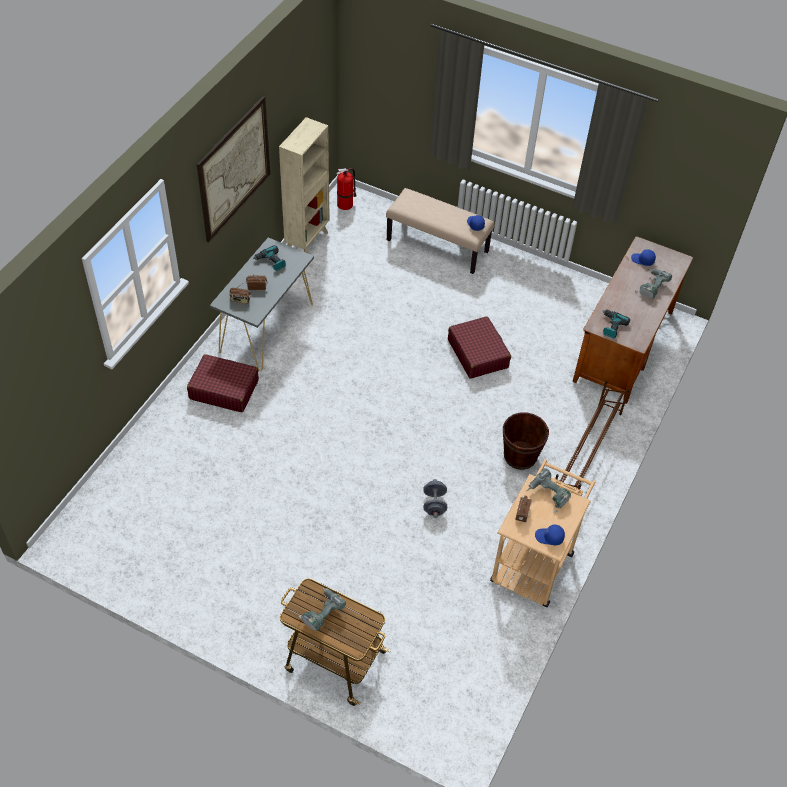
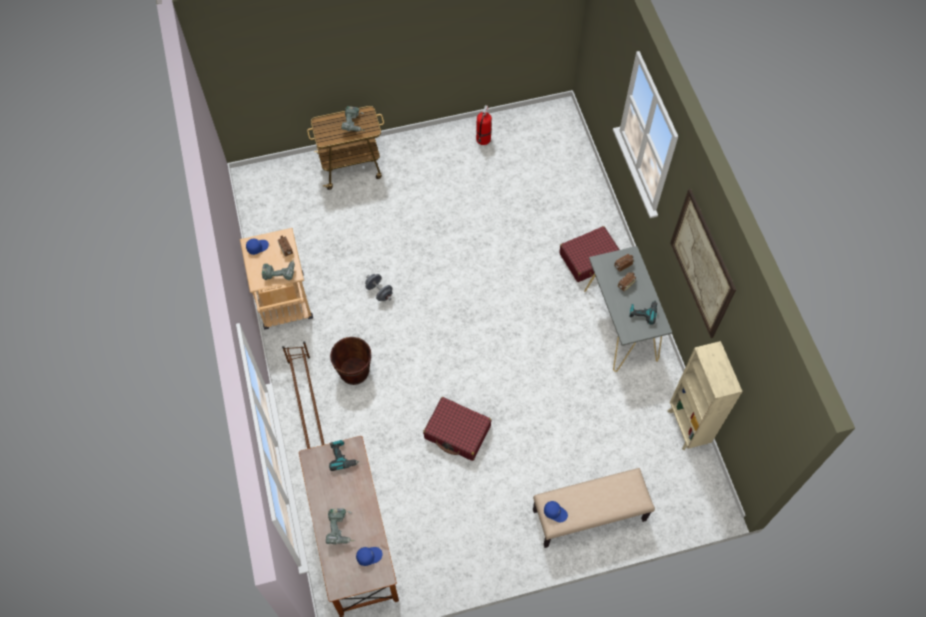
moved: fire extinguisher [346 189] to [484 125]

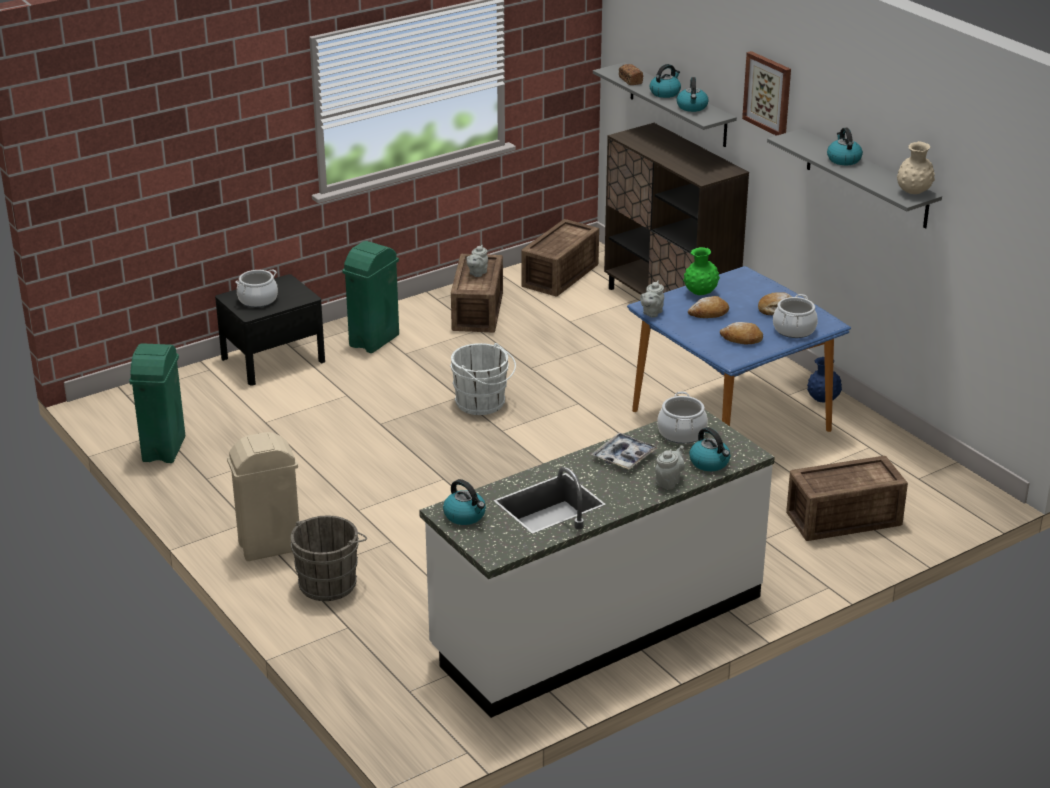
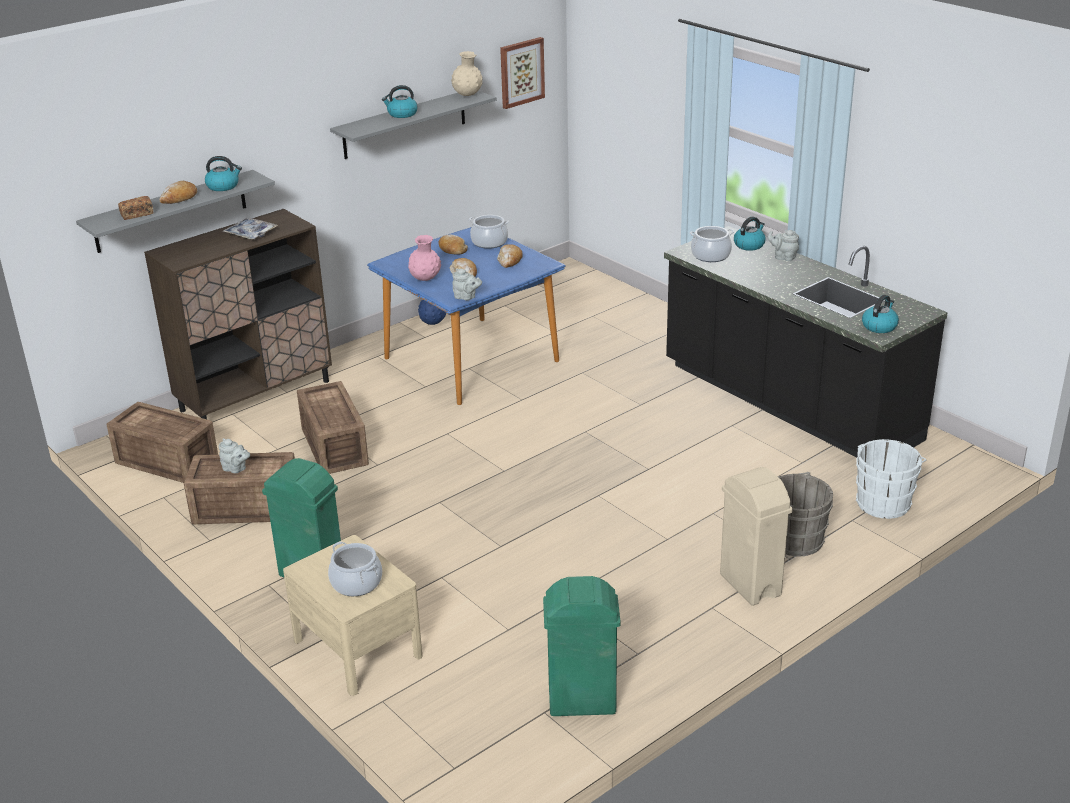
moved: picture [766 93] to [522 73]; bucket (white) [483 379] to [891 479]; tray [624 451] to [251 228]; crate [847 498] to [333 427]
replaced: kettle [665 81] to bread [178 192]
recoloured: vase (green) [701 271] to vase (pink) [424 258]; nightstand (black) [270 330] to nightstand (beige) [352 615]; counter (white) [597 564] to counter (black) [806 341]

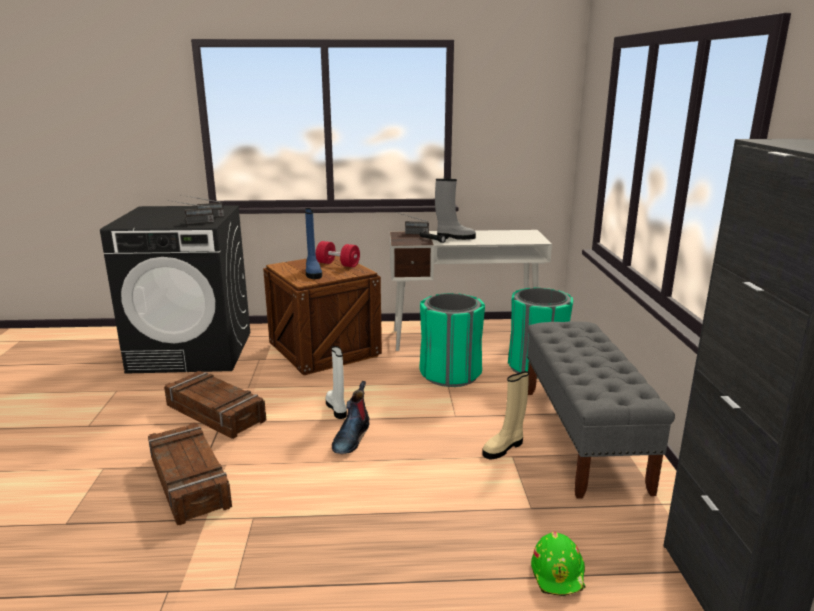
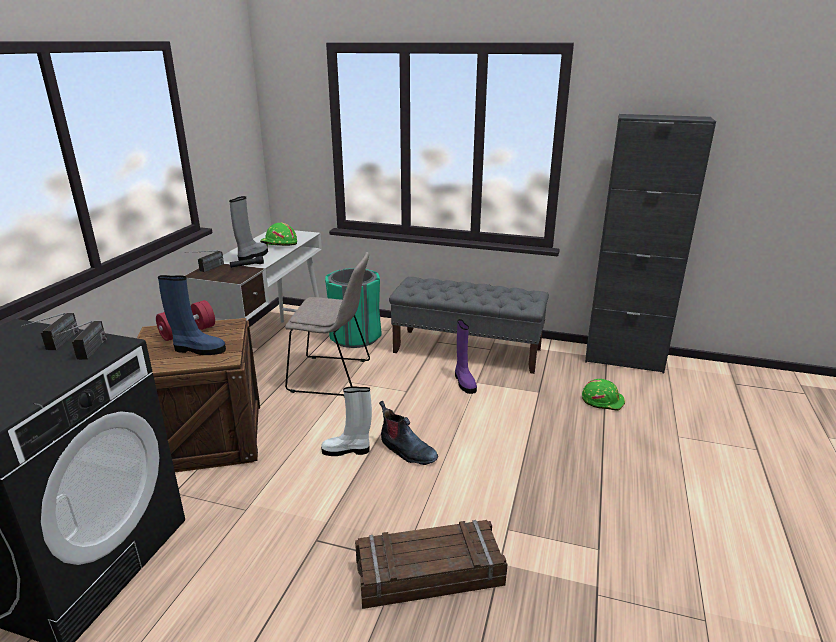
removed: crate [215 405]
added: hard hat (green) [278 234]
replaced: trash can (green) [452 340] to chair (beige) [327 324]
recoloured: boot (beige) [505 415] to boot (purple) [466 356]

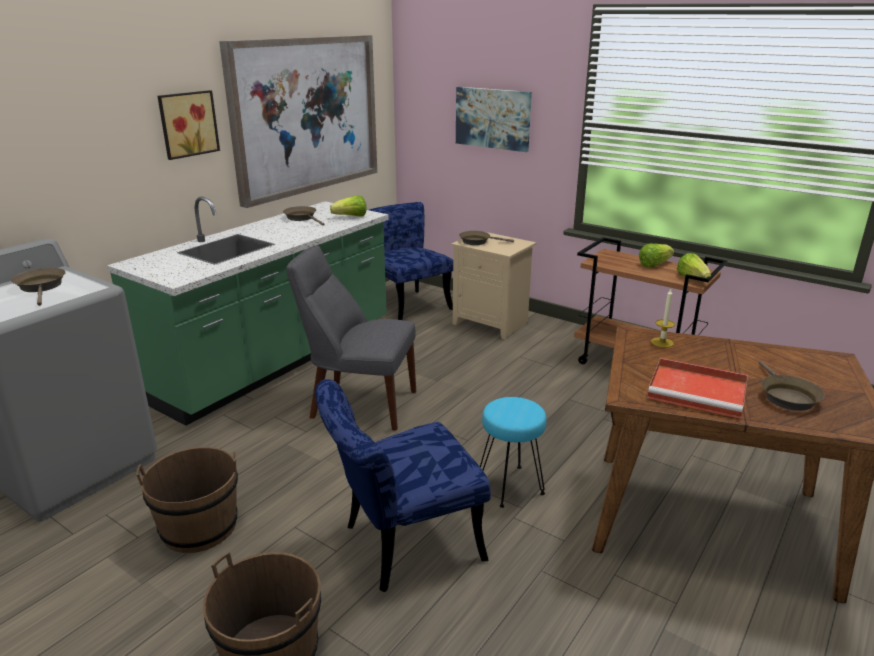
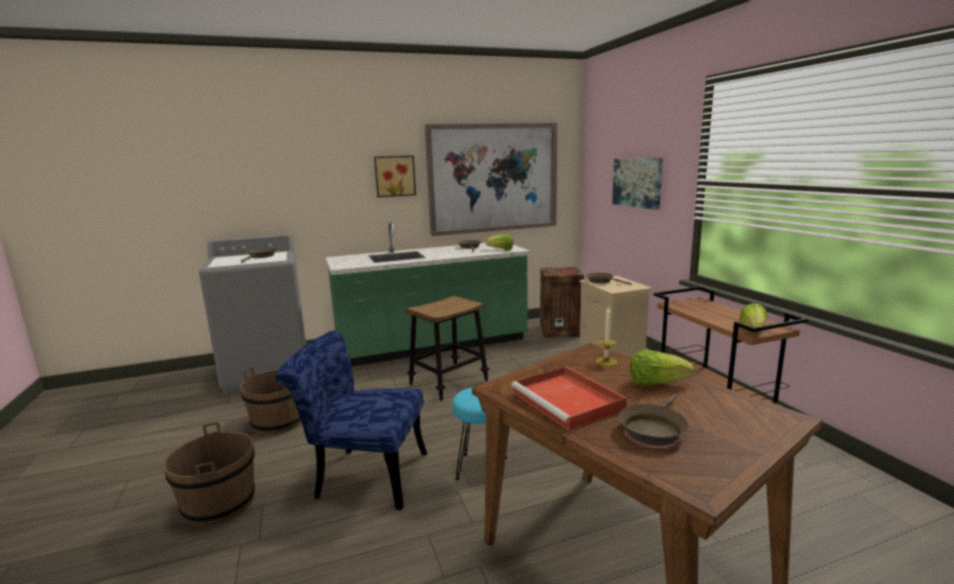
moved: lettuce [656 255] to [662 368]
replaced: chair (blue) [411 261] to crate [562 302]; chair (grey) [351 338] to stool [447 348]

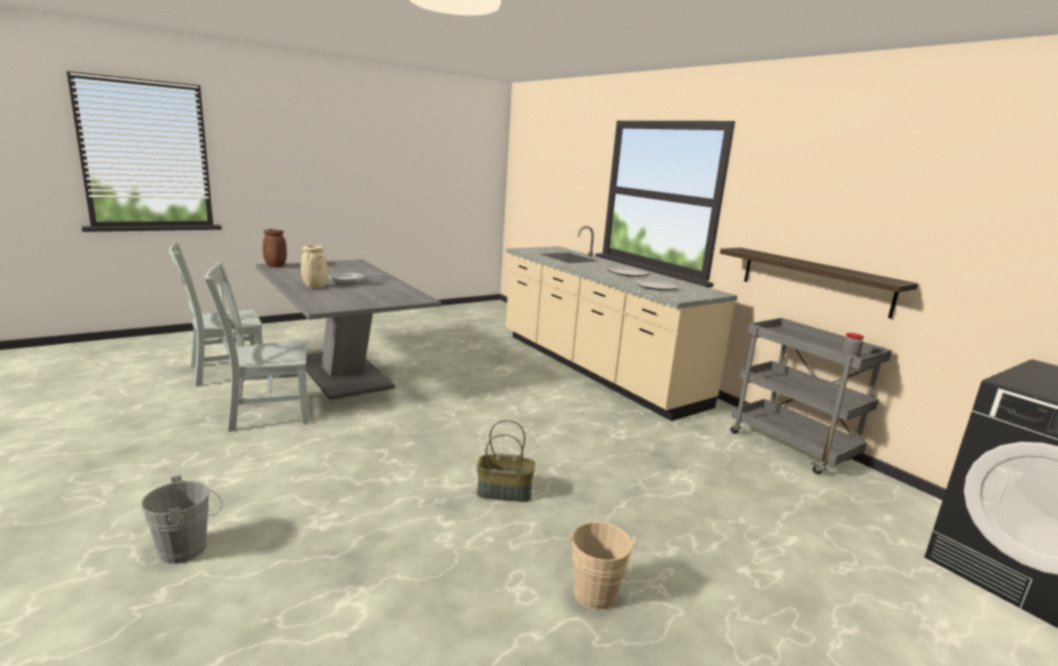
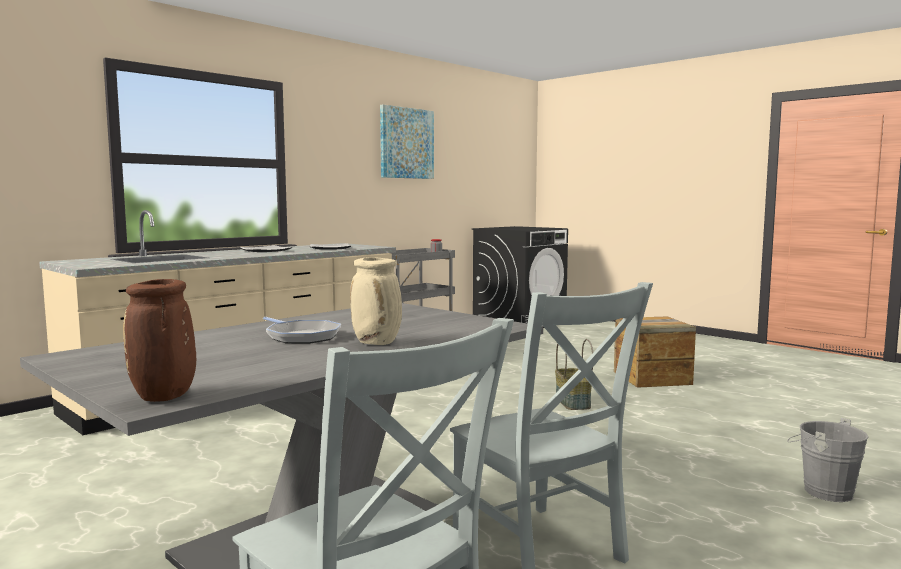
removed: shelf [819 283]
added: picture [407 142]
replaced: bucket (beige) [602 566] to crate [655 352]

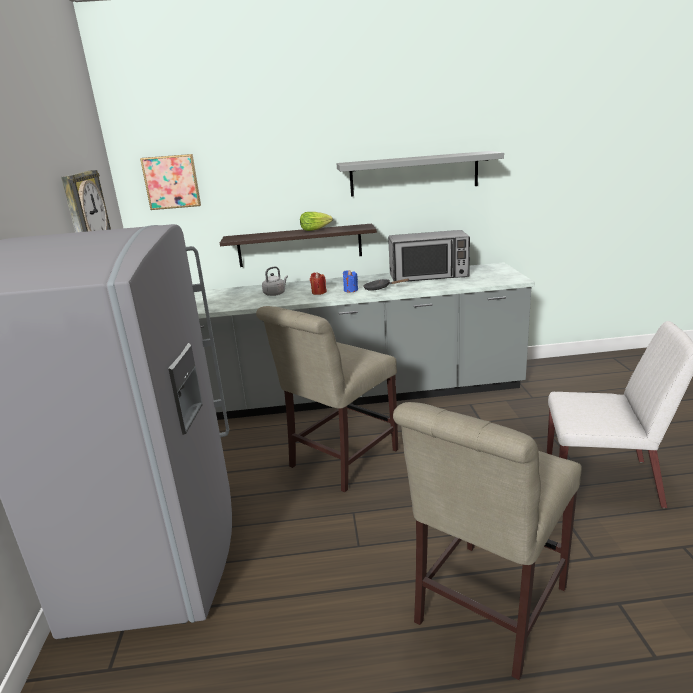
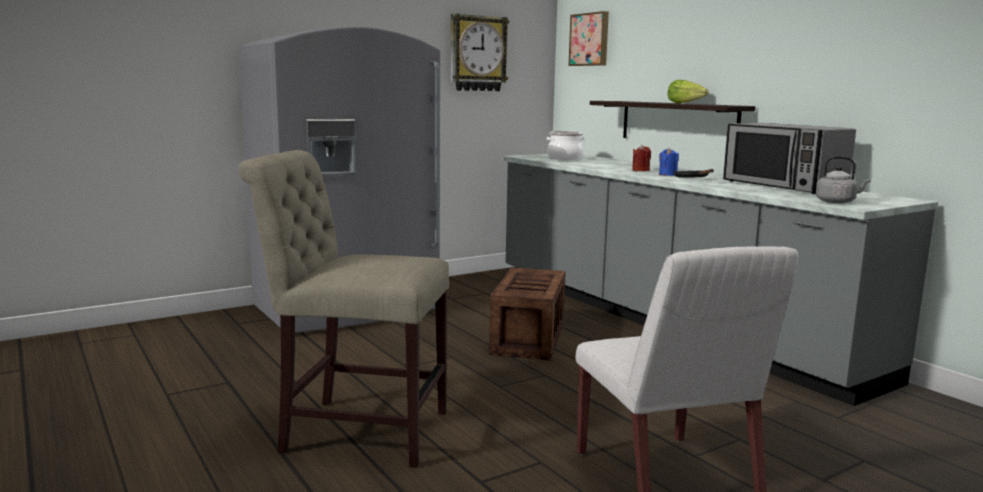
removed: shelf (grey) [420 174]
added: cooking pot [565 145]
moved: kettle (grey) [275 281] to [843 179]
replaced: chair (beige) [327 399] to crate [527 314]

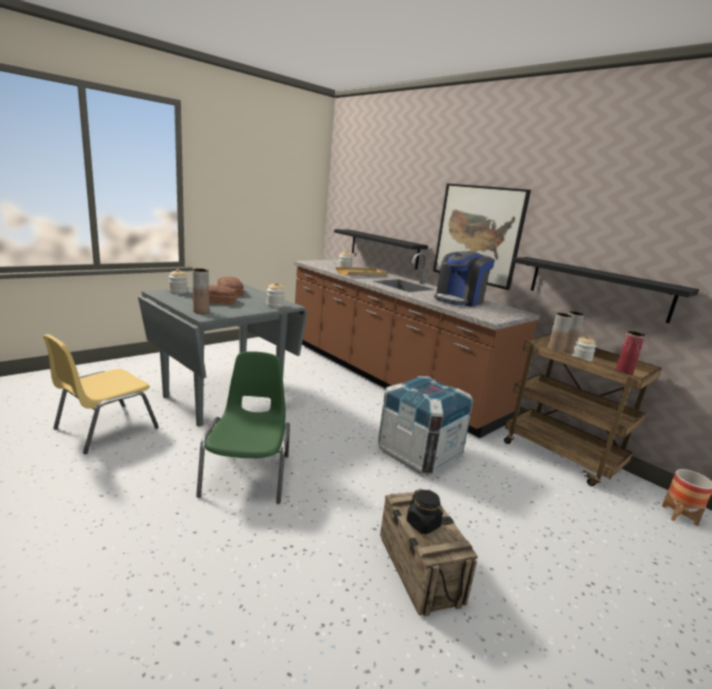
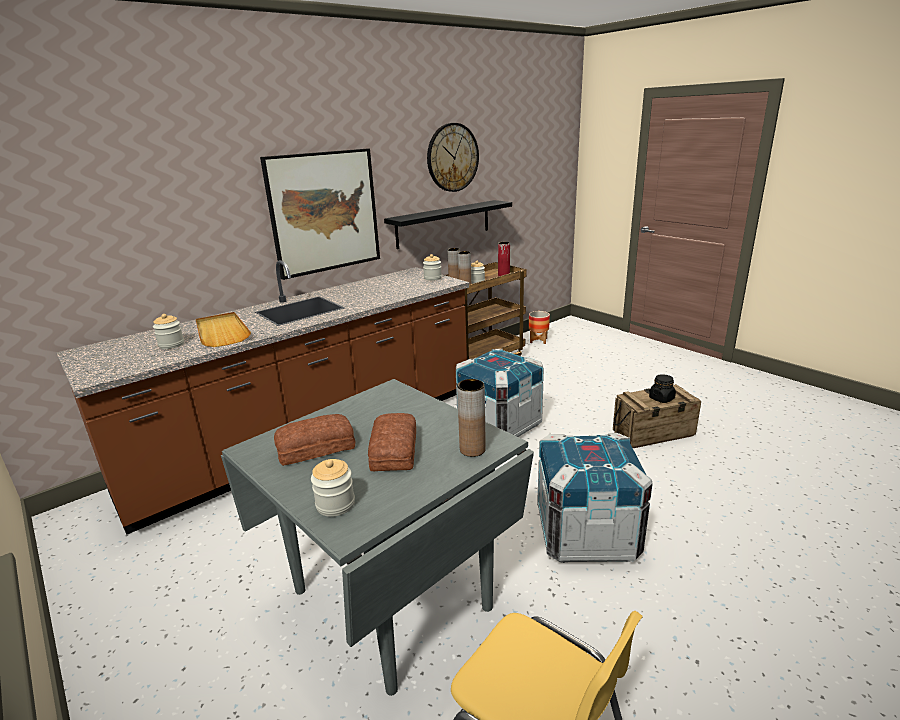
removed: shelf (black) [381 249]; coffee machine [464 279]
added: wall clock [453 157]
moved: jar [275 295] to [432 267]
replaced: chair (green) [243 427] to crate [595 498]

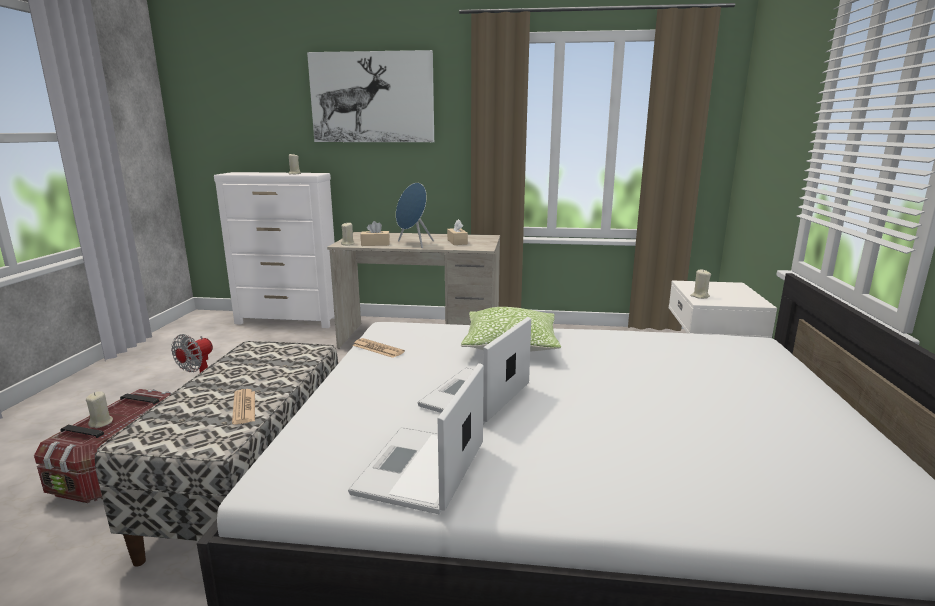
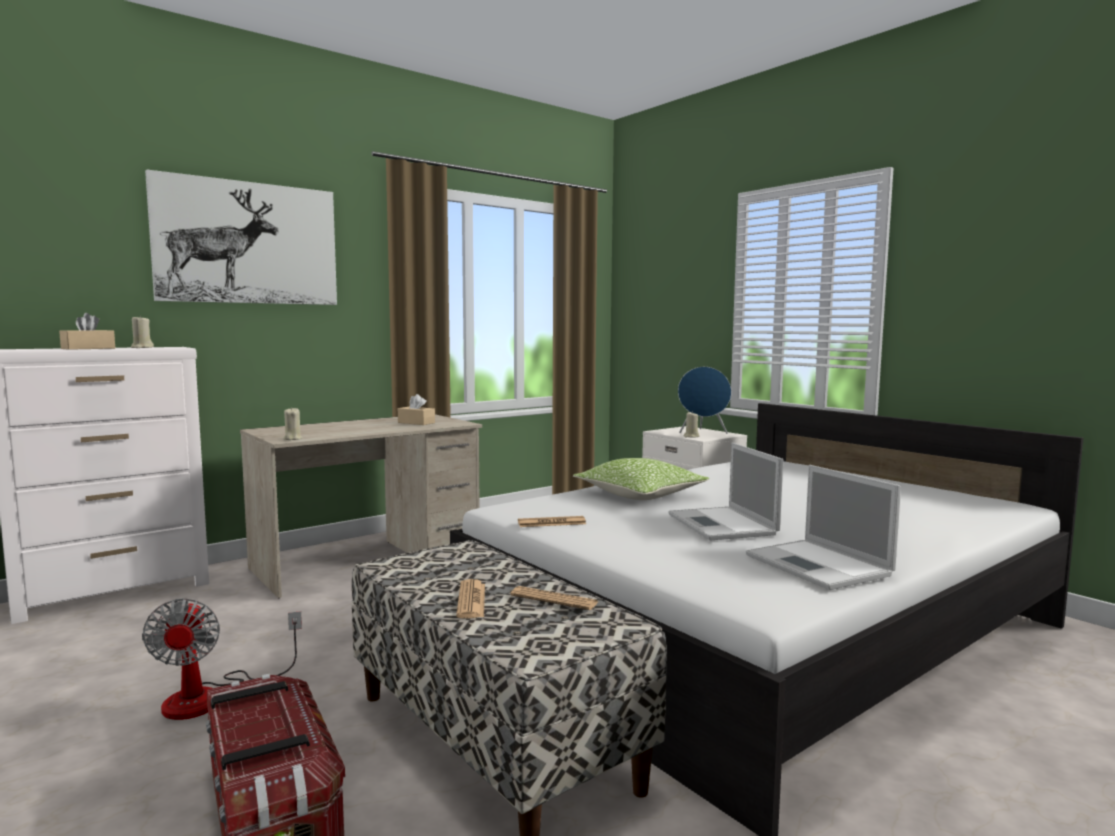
removed: candle (beige) [99 409]
added: newspaper [470 598]
moved: speaker (blue) [415 215] to [704 400]; tissue box (beige) [375 233] to [87 331]

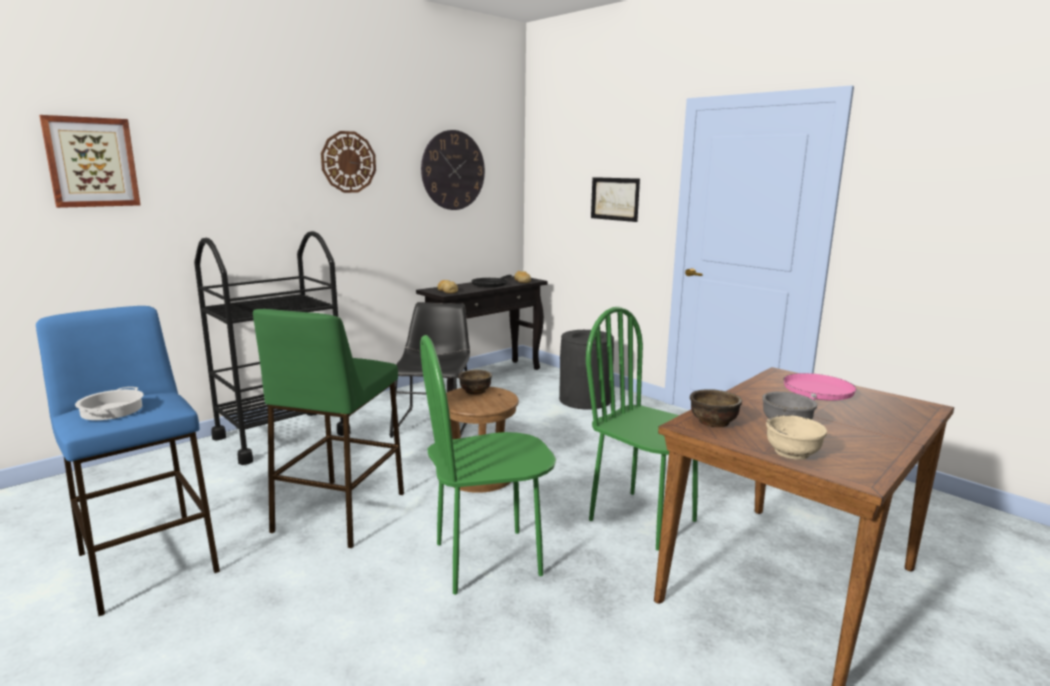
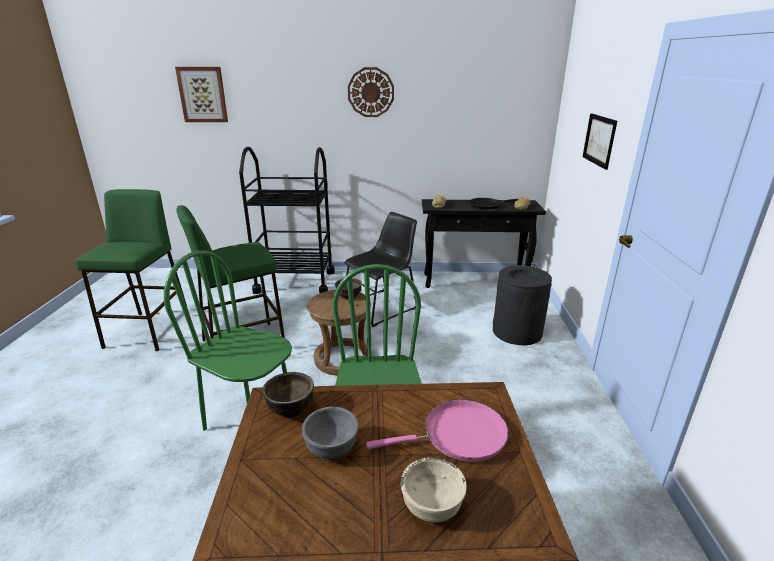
removed: wall clock [453 170]; cooking pot [109 403]
moved: bowl (beige) [796 437] to [434 490]
recoloured: stool (blue) [128 461] to stool (green) [131 270]

